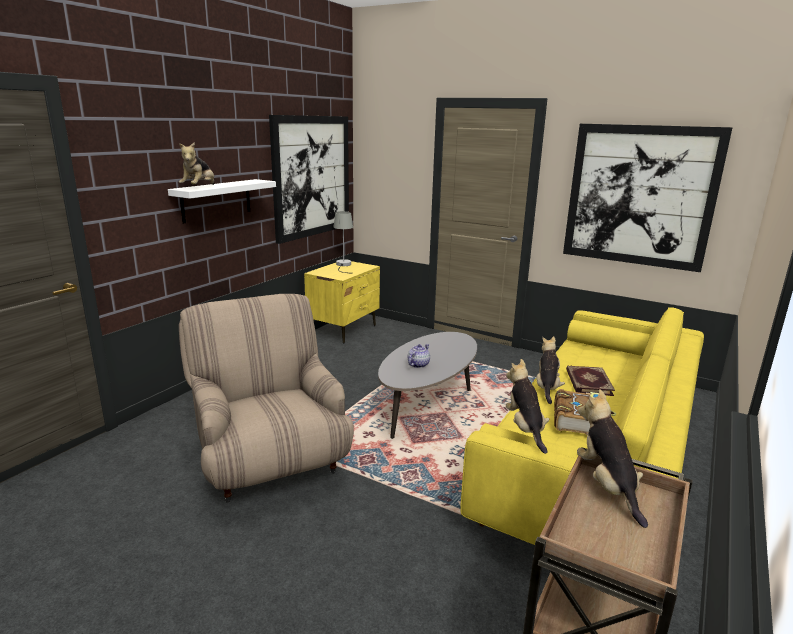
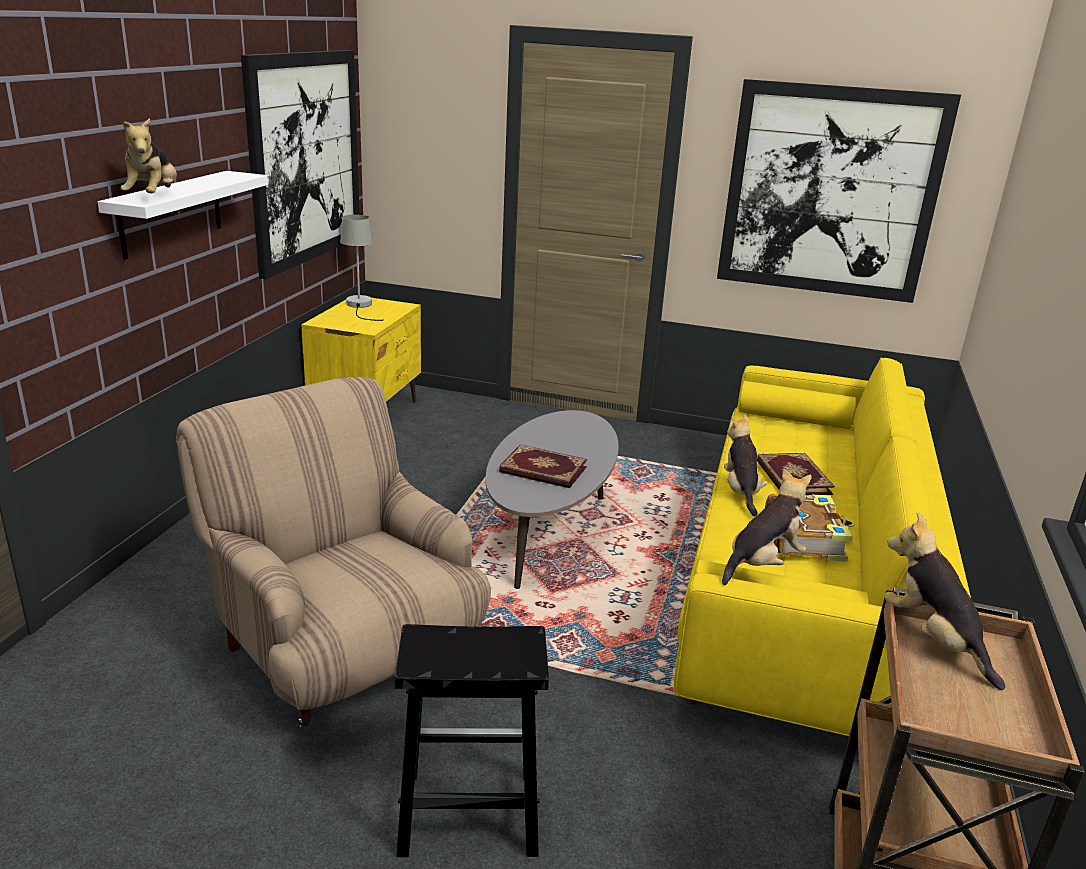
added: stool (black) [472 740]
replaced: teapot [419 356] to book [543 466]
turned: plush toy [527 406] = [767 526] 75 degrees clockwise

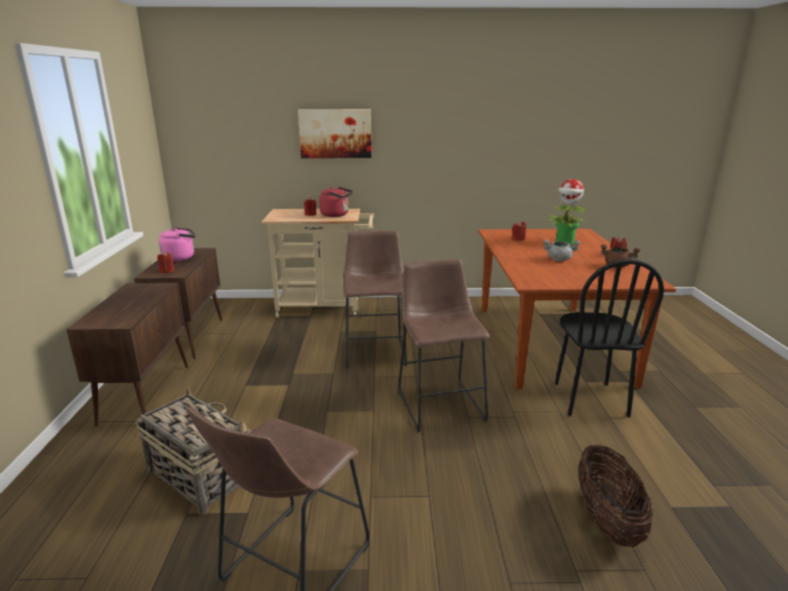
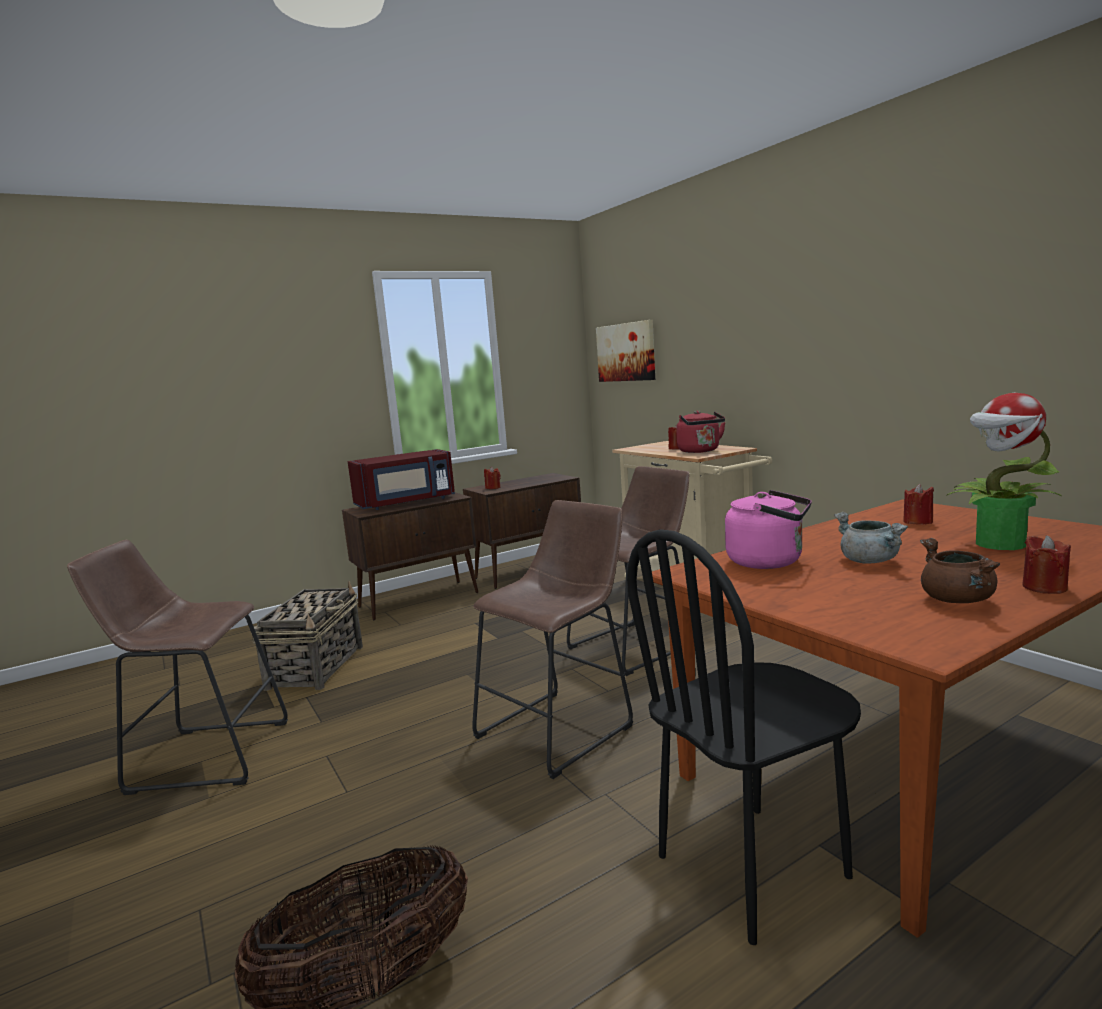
added: microwave (red) [401 479]
moved: picture [334 133] to [625 351]; kettle (pink) [177 244] to [768 529]

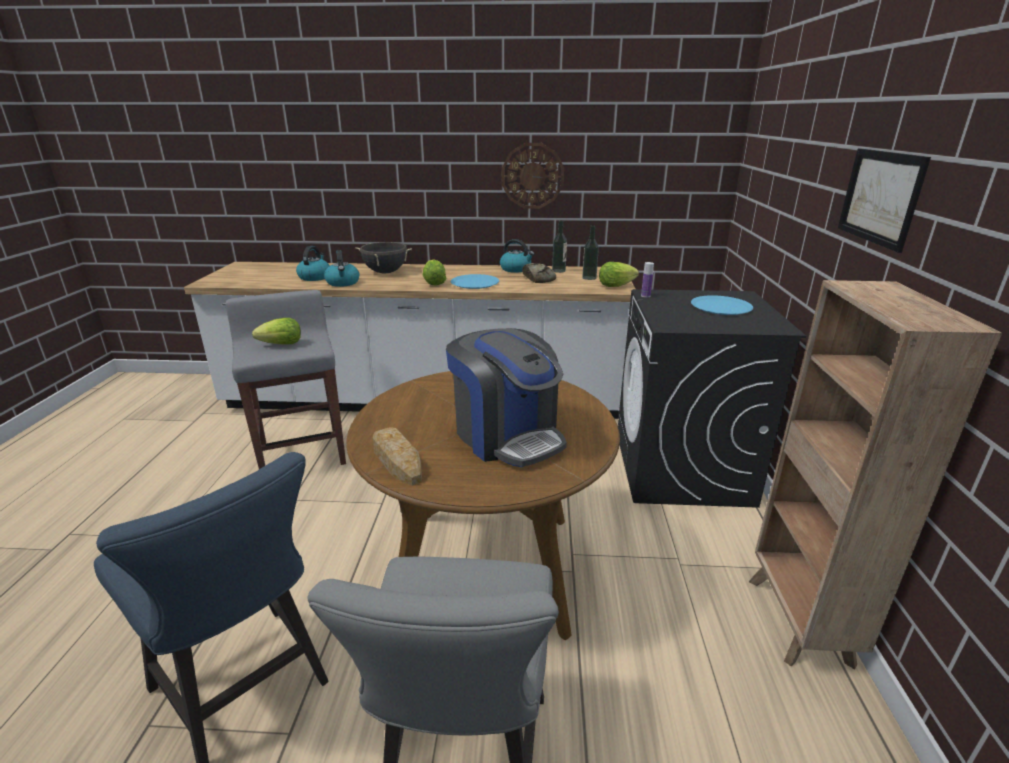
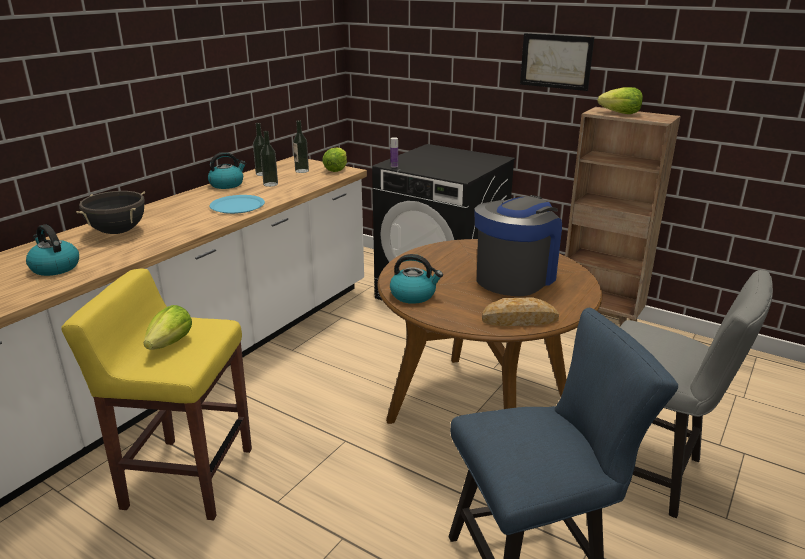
removed: wall clock [533 176]; plate (blue) [722 305]
moved: kettle [342 268] to [416 279]; lettuce [434 272] to [620 100]
replaced: bread [539 273] to bottle [269 159]
recoloured: stool (grey) [285 379] to stool (yellow) [156 394]
turned: coffee machine [506 397] = [518 245] 45 degrees counterclockwise

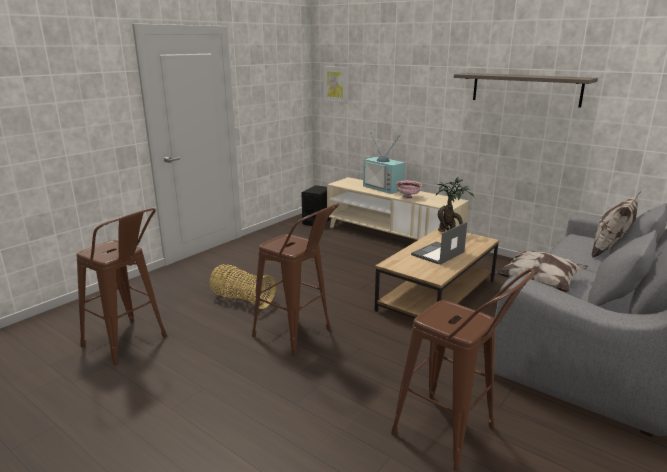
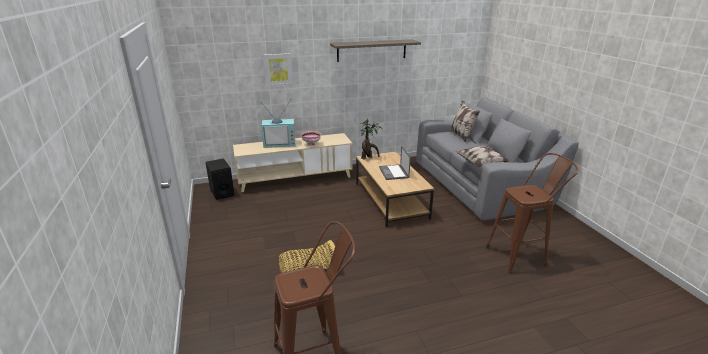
removed: stool (brown) [295 279]
moved: picture [335 84] to [278 69]

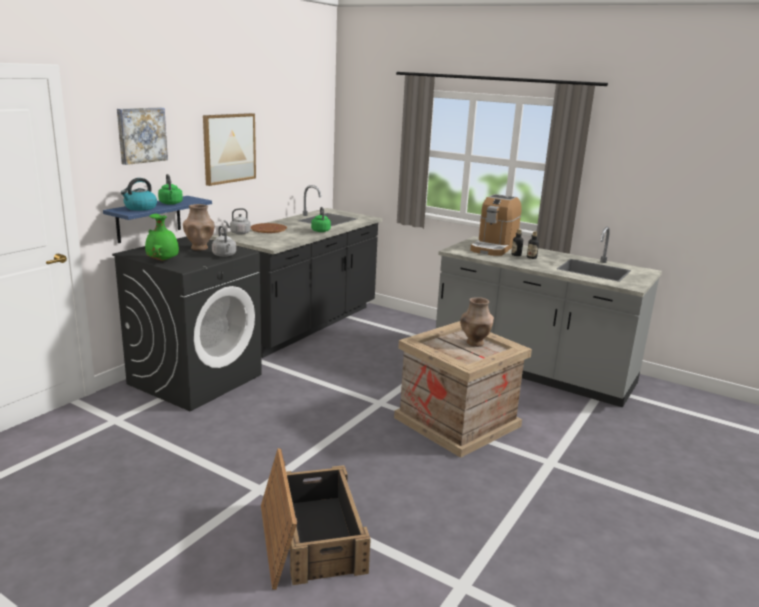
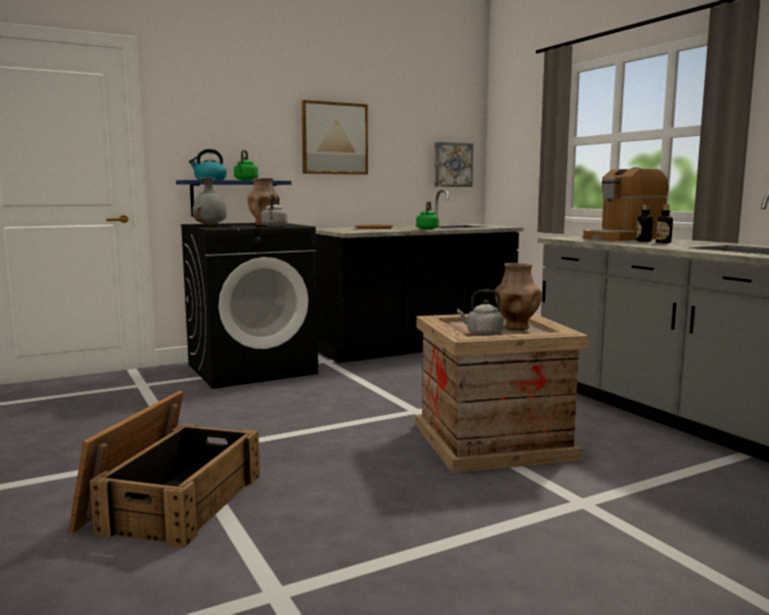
moved: picture [142 136] to [453 164]; kettle (grey) [237 221] to [480 313]
recoloured: vase (green) [162 237] to vase (grey) [209 201]

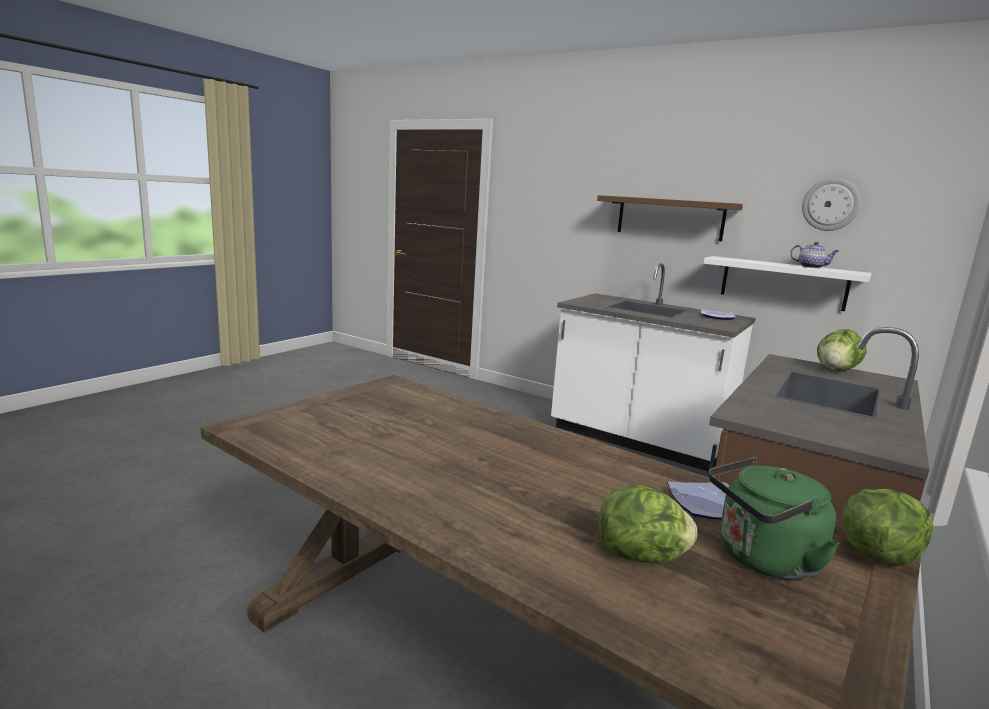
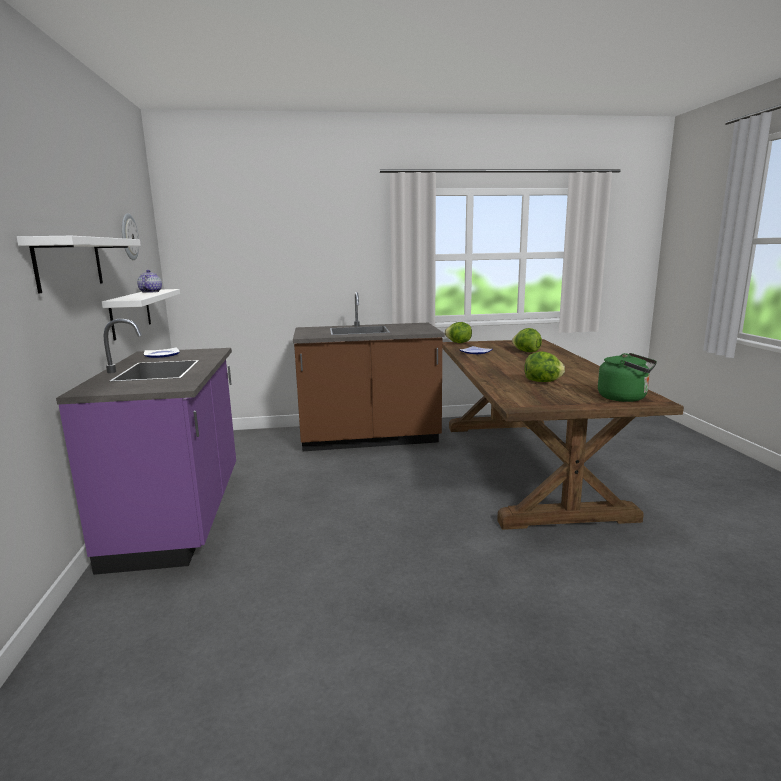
moved: lettuce [842 350] to [544 366]; kettle (green) [774 518] to [627 377]
recoloured: shelf (brown) [670 218] to shelf (white) [78 264]; counter (white) [653 367] to counter (purple) [146 447]

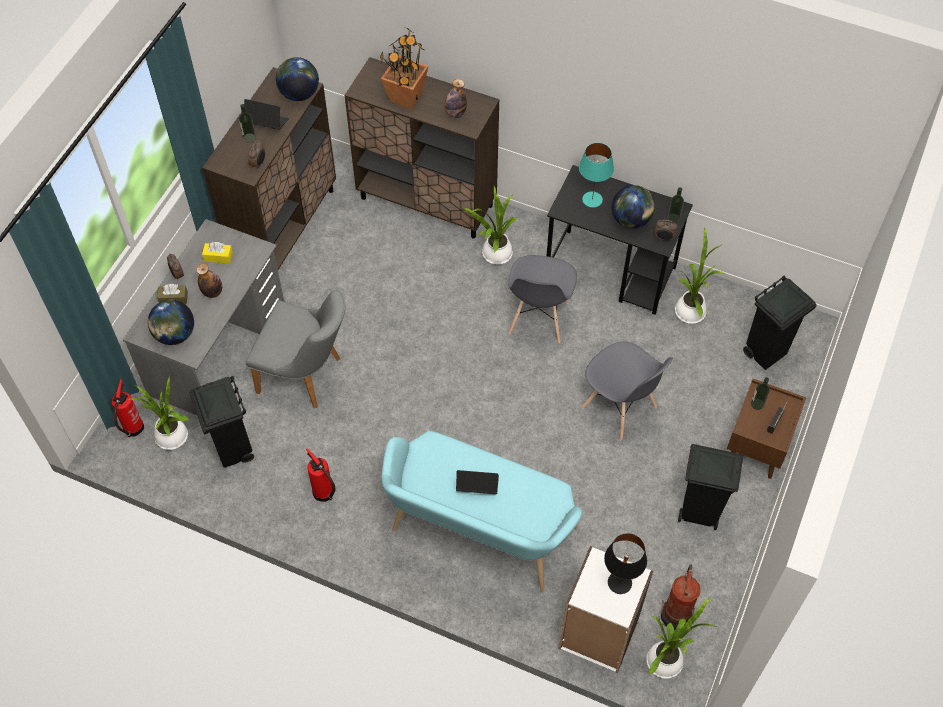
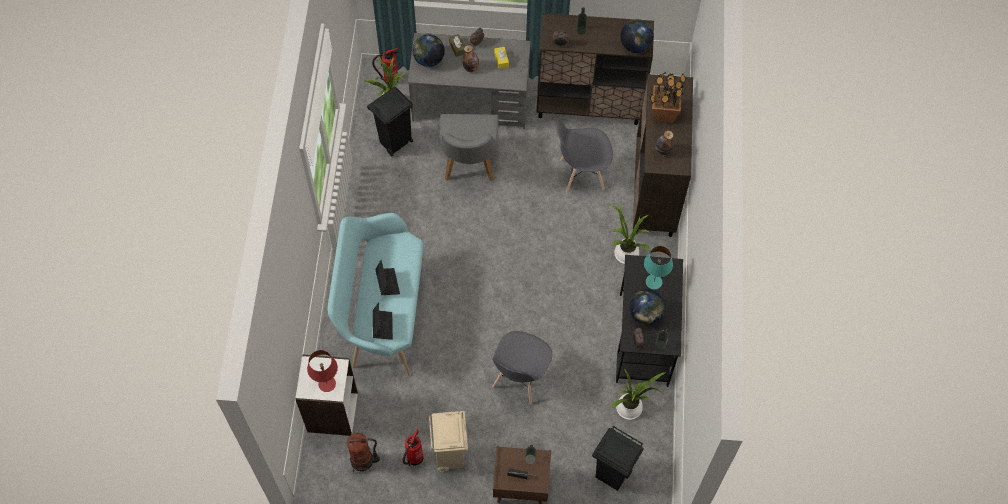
removed: potted plant [682 638]
moved: laptop [266 114] to [383 321]; chair (grey) [542 299] to [585 157]; fire extinguisher [320 475] to [413 447]
recoloured: trash can (black) [710 487] to trash can (beige) [448 441]; table lamp (black) [625 563] to table lamp (red) [322 371]

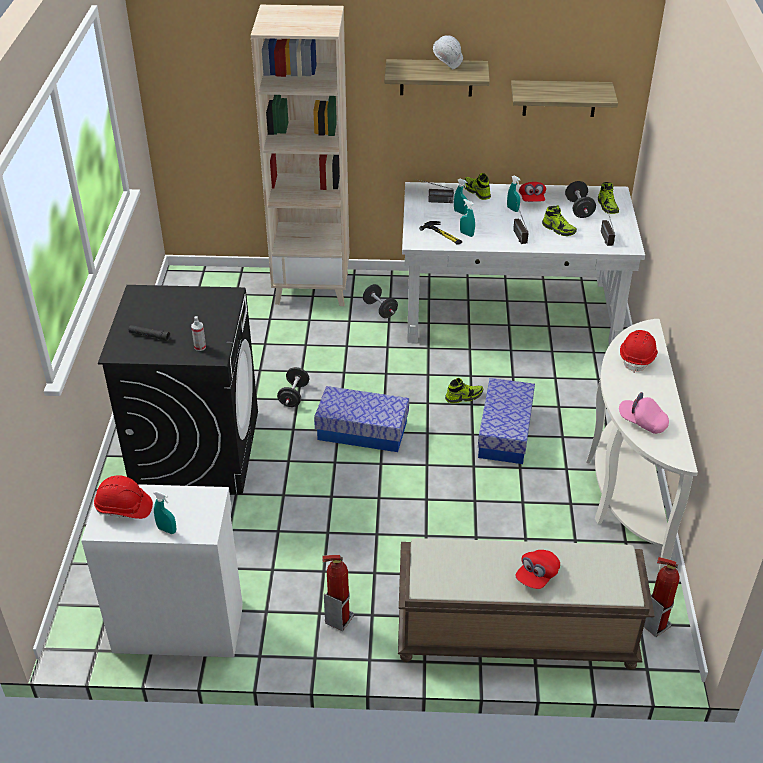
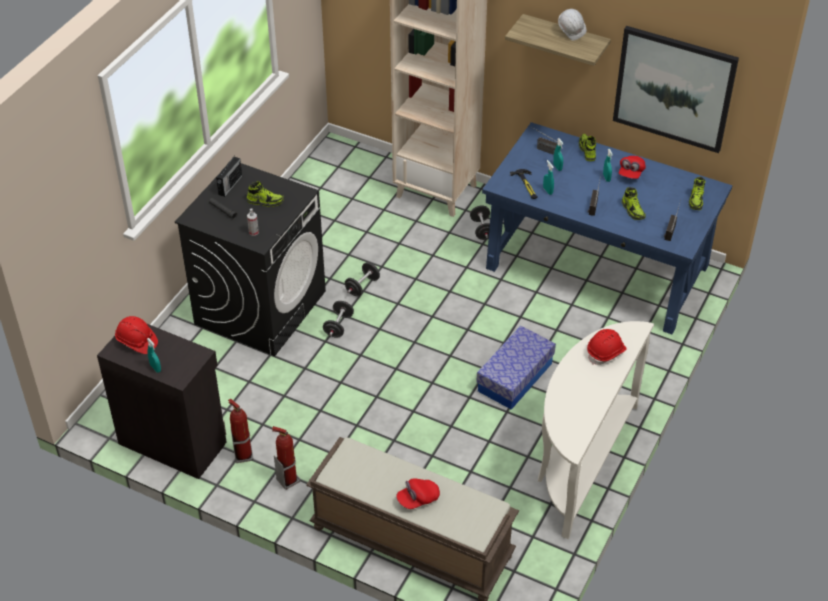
removed: storage box [361 419]; cap (pink) [644 413]
added: radio [229 176]
moved: dumbbell (black) [580 199] to [338 319]; shoe [464 390] to [265 194]; fire extinguisher [661 597] to [240 430]
replaced: shelf [564 98] to picture [676 89]
recoloured: desk (white) [523 263] to desk (blue) [607 228]; cabinet (white) [162 570] to cabinet (black) [162 401]

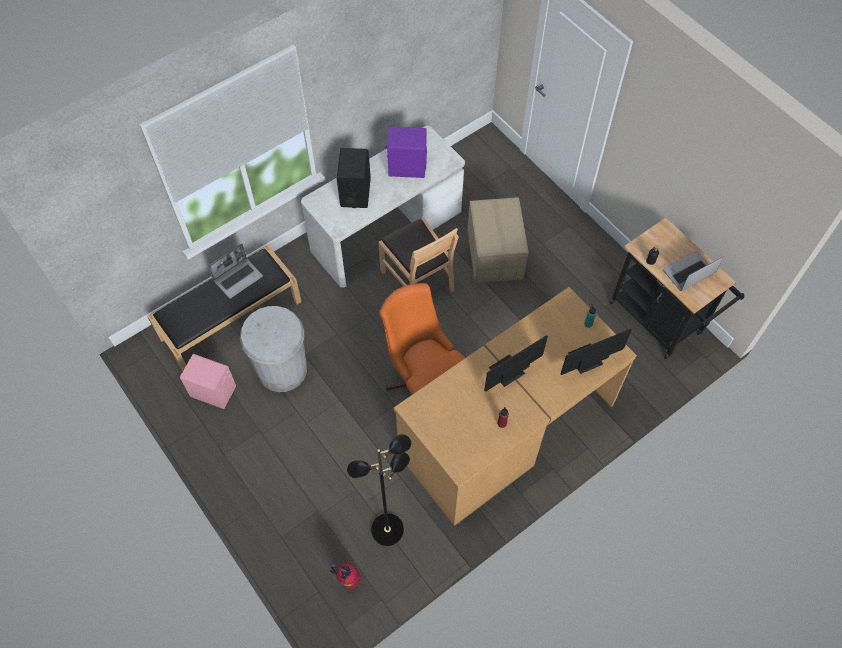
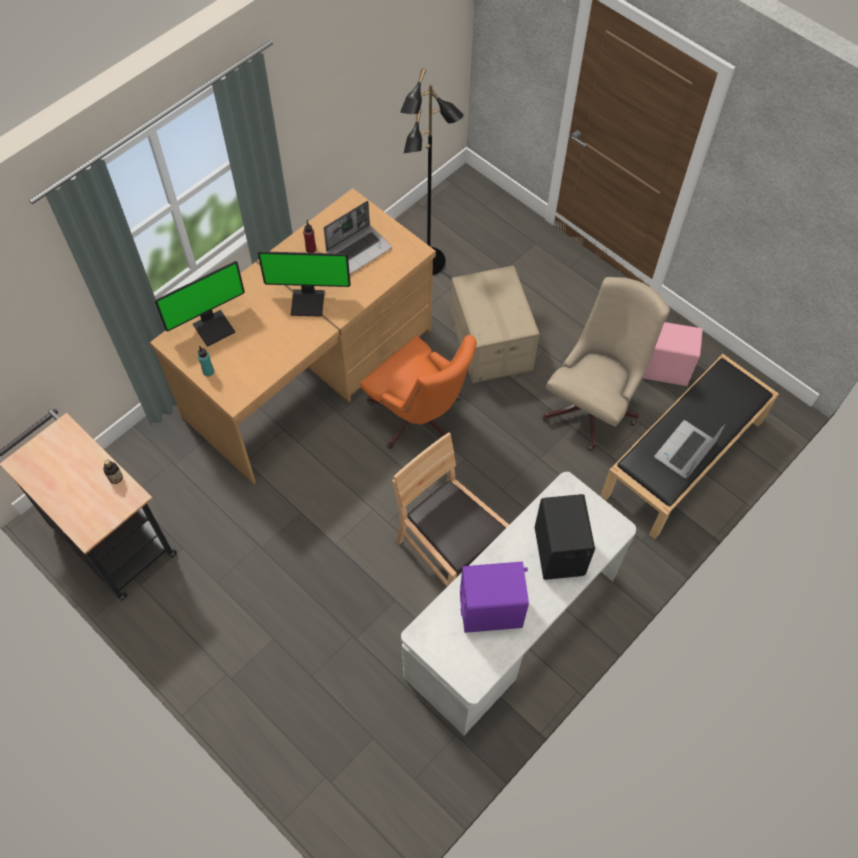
removed: fire extinguisher [345 576]
moved: cardboard box [498 240] to [495 324]; laptop [693 271] to [358 237]
replaced: trash can (white) [273 349] to office chair (beige) [606 364]
turned: monitor [516 363] = [304 284] 45 degrees clockwise

